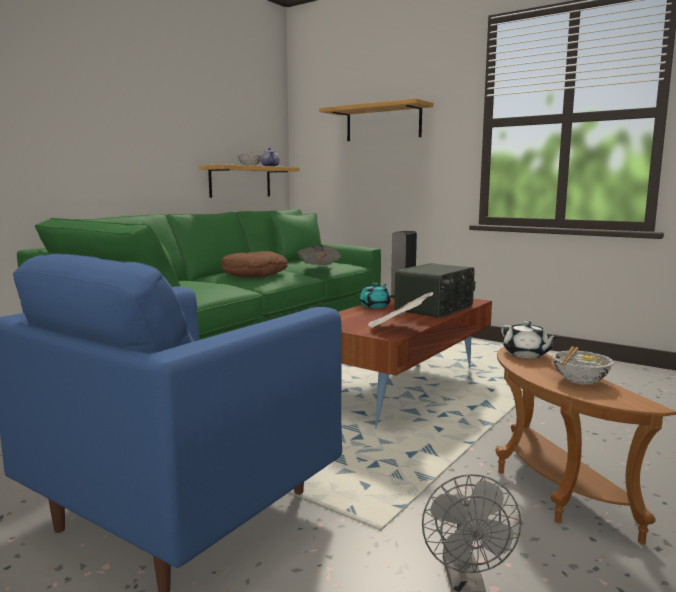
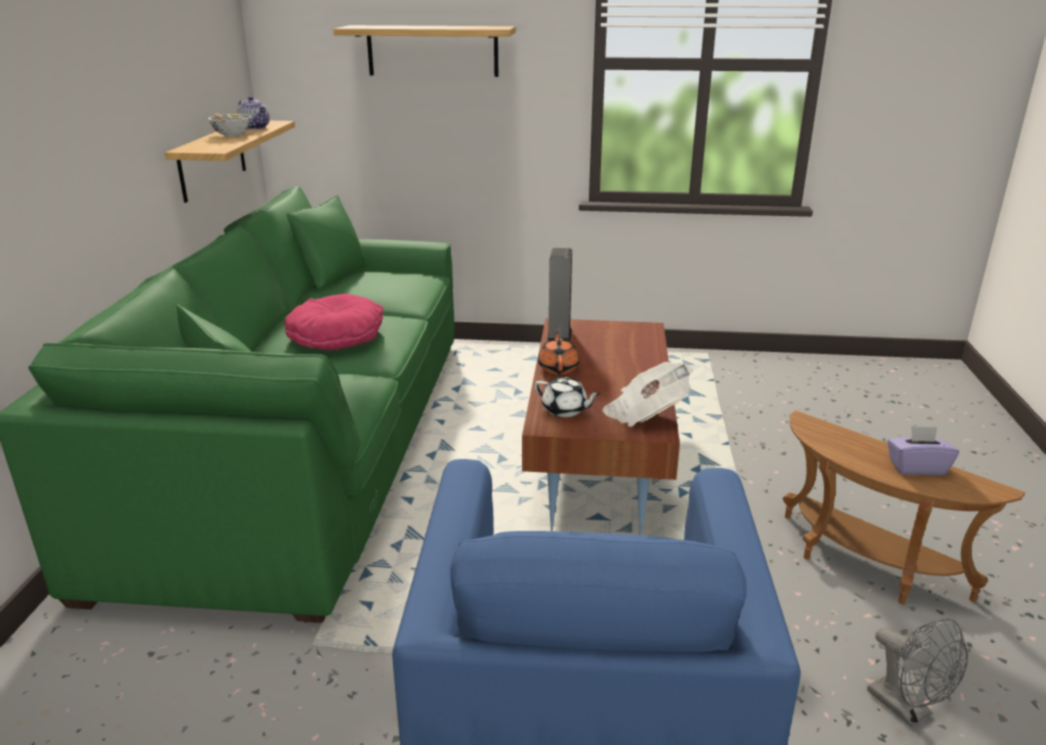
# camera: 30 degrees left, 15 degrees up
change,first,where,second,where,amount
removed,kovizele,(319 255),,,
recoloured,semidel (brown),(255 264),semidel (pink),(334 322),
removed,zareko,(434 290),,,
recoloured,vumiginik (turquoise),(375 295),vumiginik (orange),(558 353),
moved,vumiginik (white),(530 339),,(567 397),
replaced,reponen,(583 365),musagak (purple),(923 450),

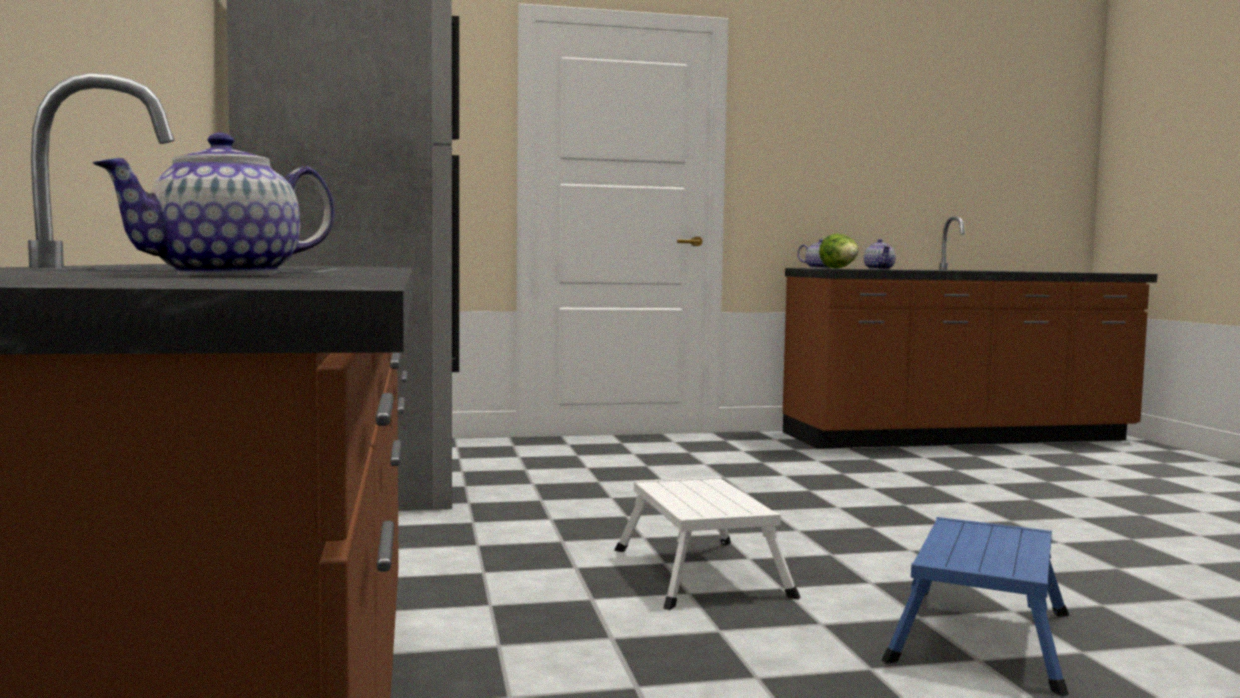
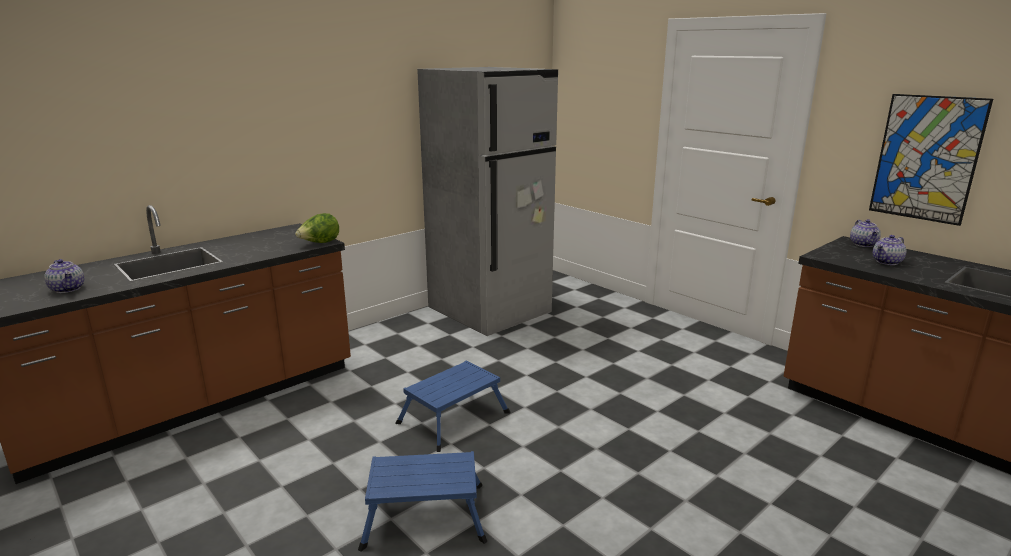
# camera: 60 degrees right, 15 degrees up
change,first,where,second,where,amount
turned,vumiginik,(213 204),,(64 276),150 degrees counterclockwise
moved,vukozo,(839 251),,(317 228),
recoloured,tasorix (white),(707 543),tasorix (blue),(452 406),
added,,,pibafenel,(931 160),

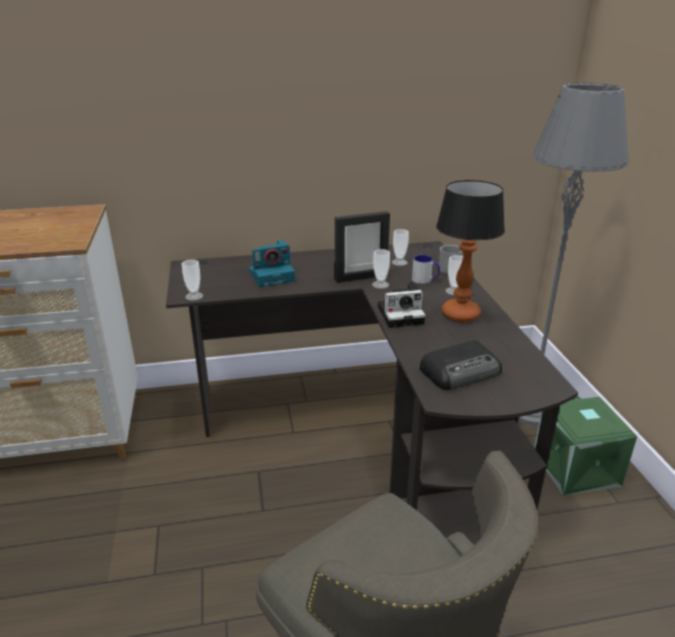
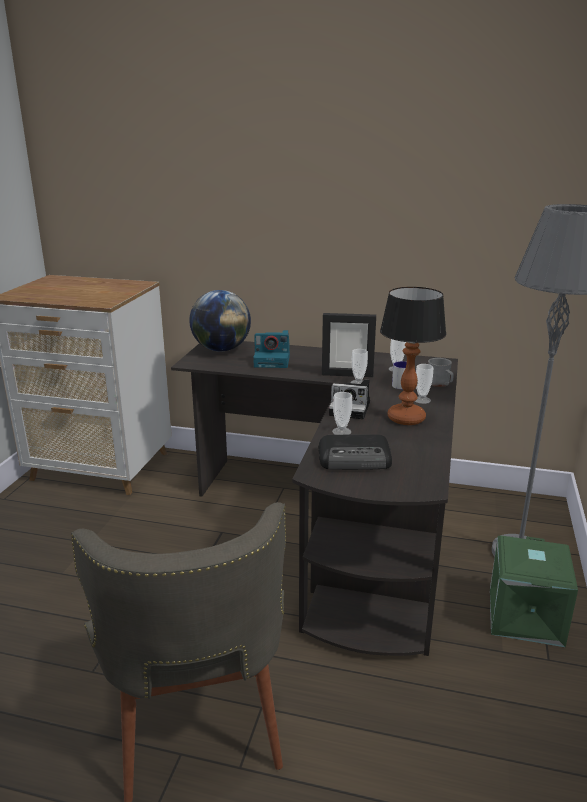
# camera: 25 degrees right, 5 degrees down
change,first,where,second,where,amount
moved,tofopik,(192 280),,(342 413),
added,,,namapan,(220 320),

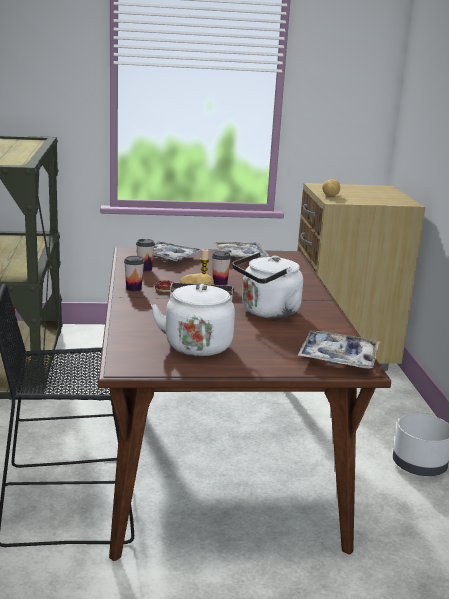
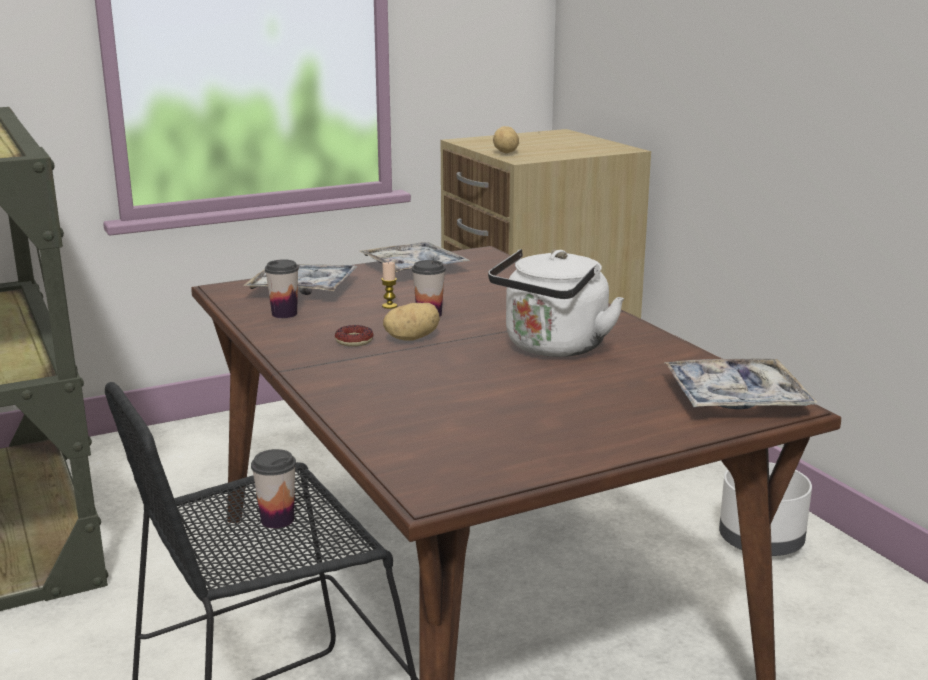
# camera: 20 degrees left, 0 degrees up
change,first,where,second,where,amount
moved,tofopik,(134 273),,(273 488),
removed,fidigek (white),(193 319),,,

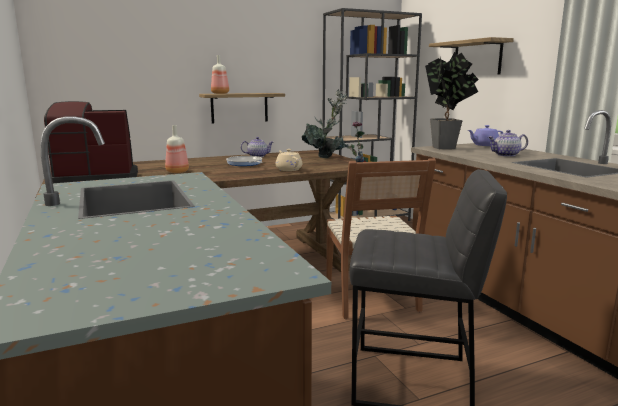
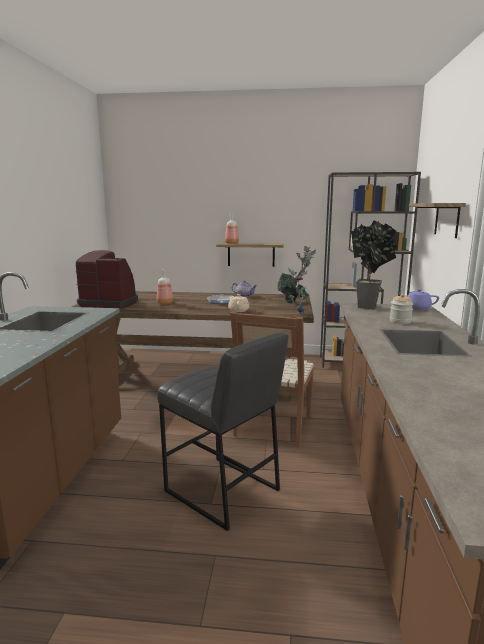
# camera: 30 degrees right, 0 degrees up
change,first,where,second,where,amount
replaced,vumiginik,(508 143),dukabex,(401 308),

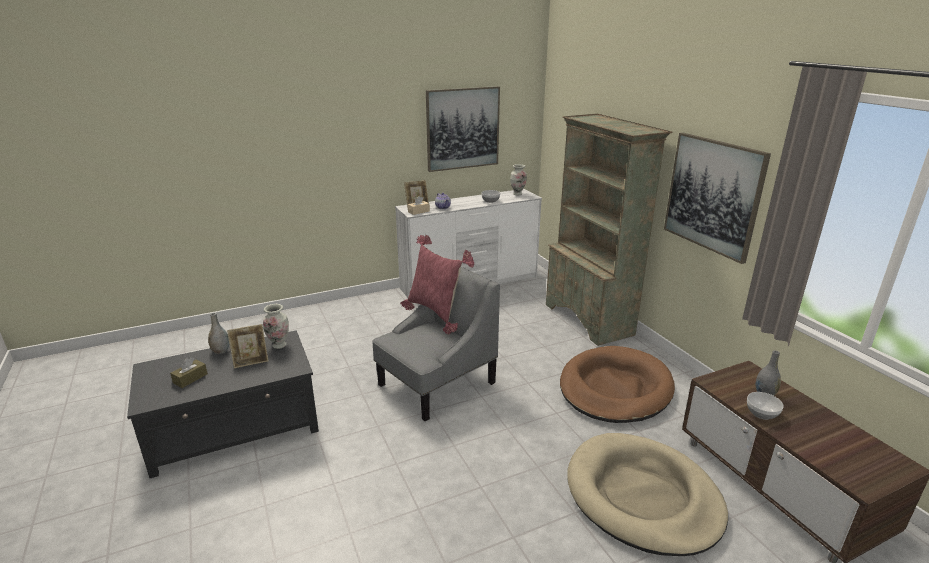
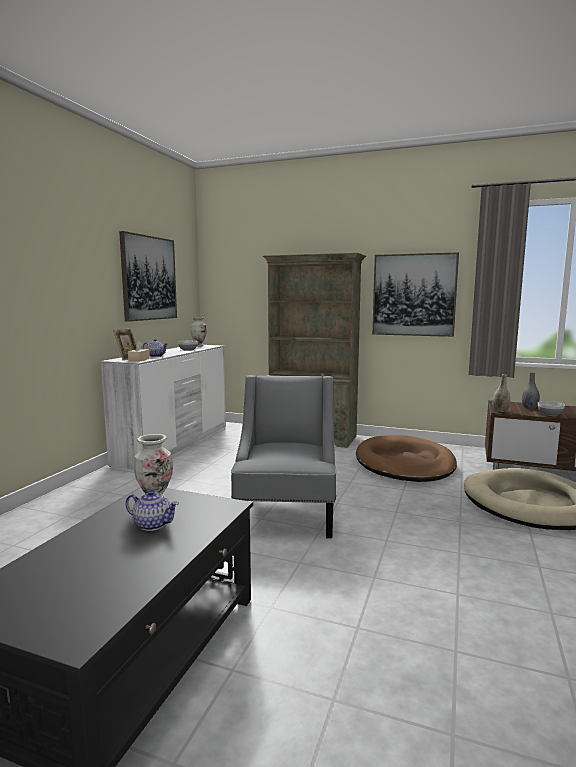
# camera: 45 degrees left, 15 degrees down
change,first,where,second,where,amount
removed,semidel (red),(437 284),,,
moved,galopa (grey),(218 333),,(501 393),
replaced,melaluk,(247 346),vumiginik,(152 510),
removed,musagak (brown),(189 372),,,

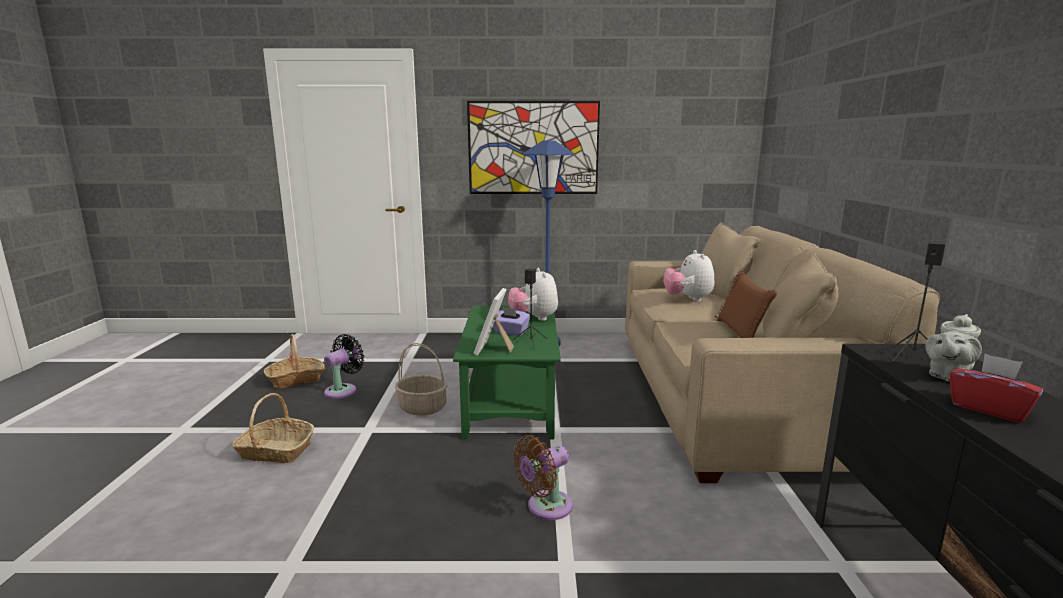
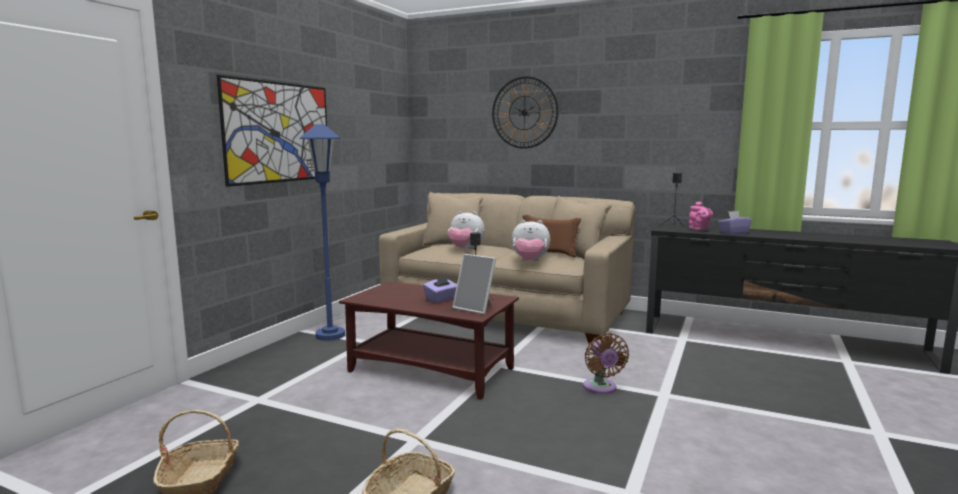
# camera: 65 degrees left, 5 degrees down
change,first,where,second,where,amount
moved,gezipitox,(533 294),,(531 240),
recoloured,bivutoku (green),(507 373),bivutoku (brown),(429 340),
recoloured,vumiginik (grey),(953 348),vumiginik (pink),(701 216),
removed,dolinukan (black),(344 366),,,
removed,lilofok,(421 379),,,
recoloured,musagak (red),(996 388),musagak (purple),(735 222),
added,,,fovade,(525 112),

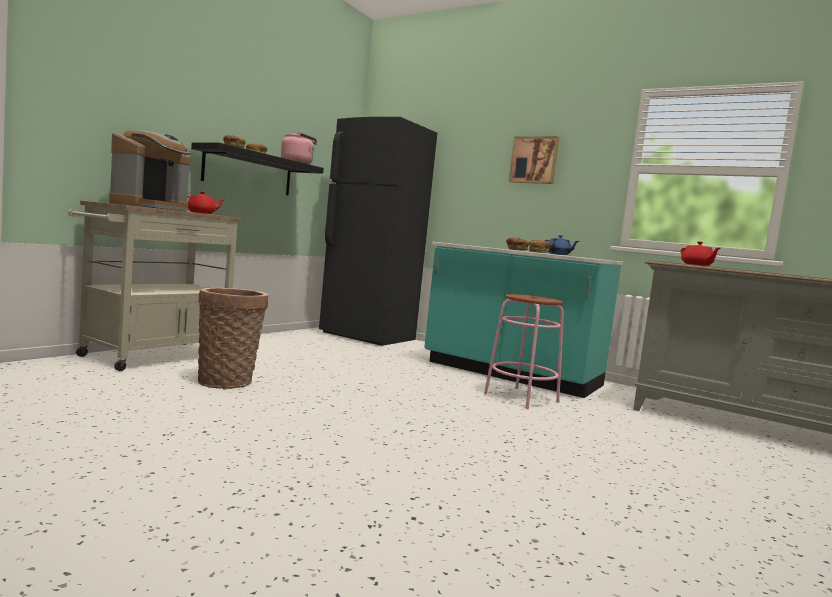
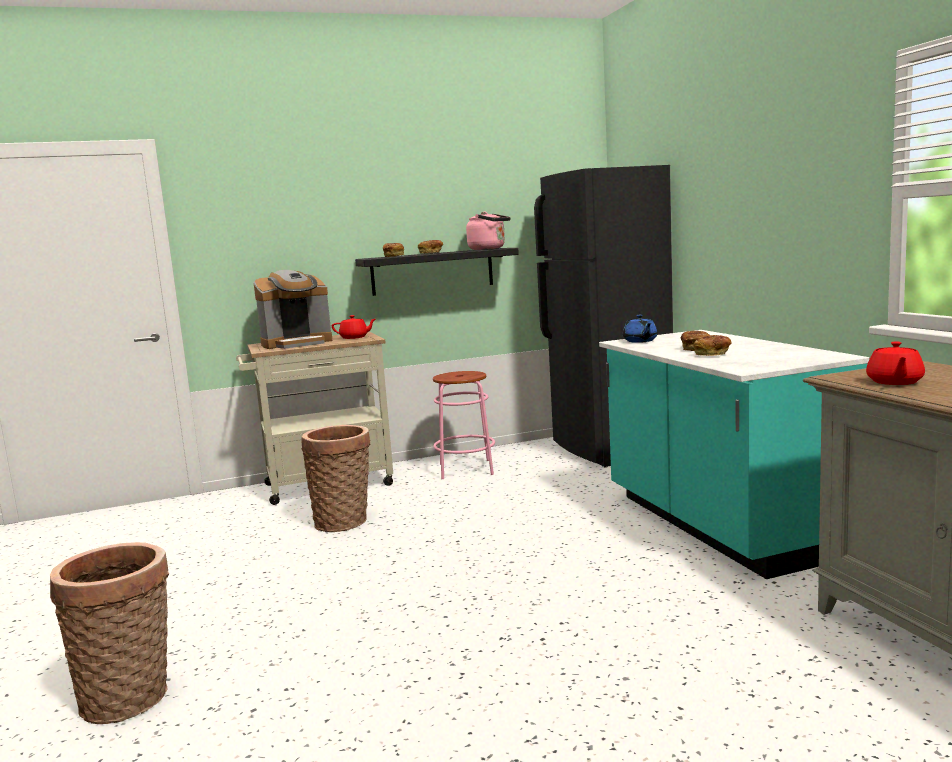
# camera: 40 degrees right, 5 degrees up
change,first,where,second,where,amount
removed,pibafenel,(534 160),,,
moved,vumiginik (blue),(561 245),,(640 329),
moved,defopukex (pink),(524 351),,(464 425),
added,,,lilofok,(109 633),

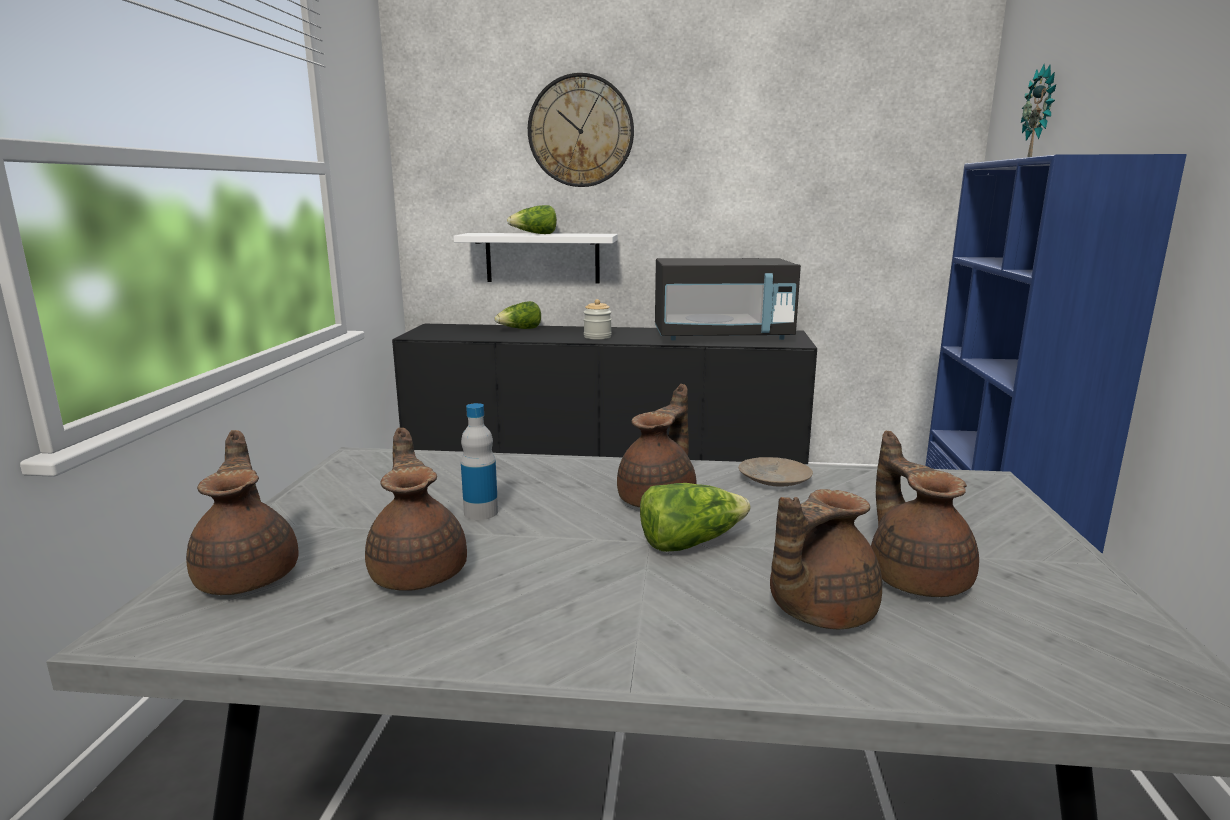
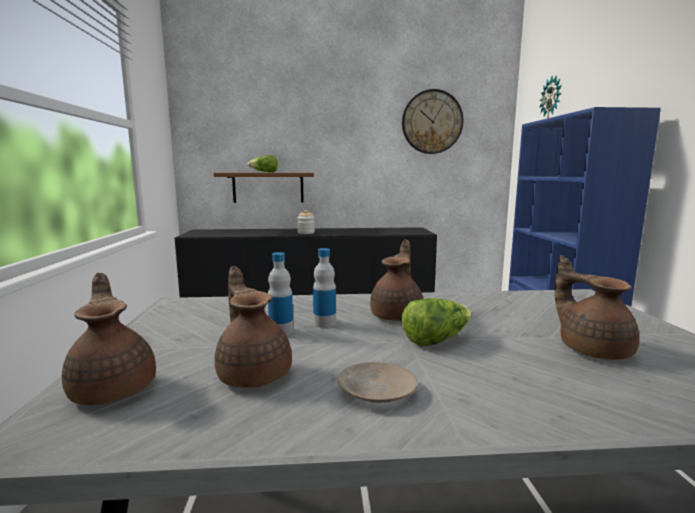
# camera: 10 degrees left, 5 degrees down
change,first,where,second,where,amount
moved,fovade,(581 130),,(433 121),
recoloured,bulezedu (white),(535 258),bulezedu (brown),(264 188),
removed,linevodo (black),(728 299),,,
removed,vukozo,(518 315),,,
moved,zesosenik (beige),(776 472),,(377 382),
removed,vumiginik (brown),(826 559),,,
added,,,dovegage,(324 288),

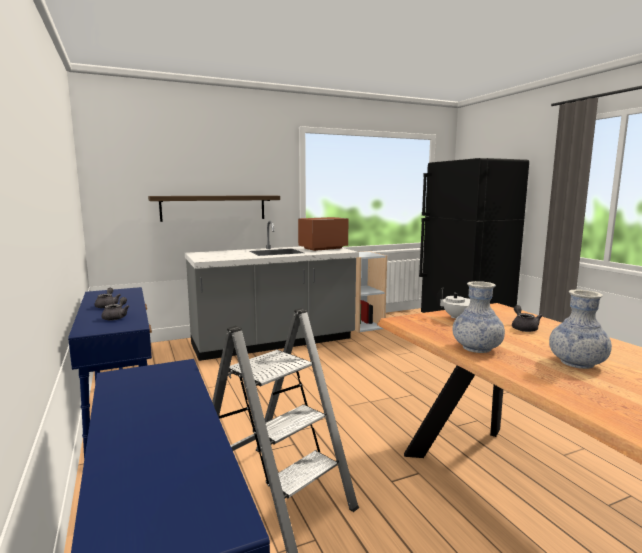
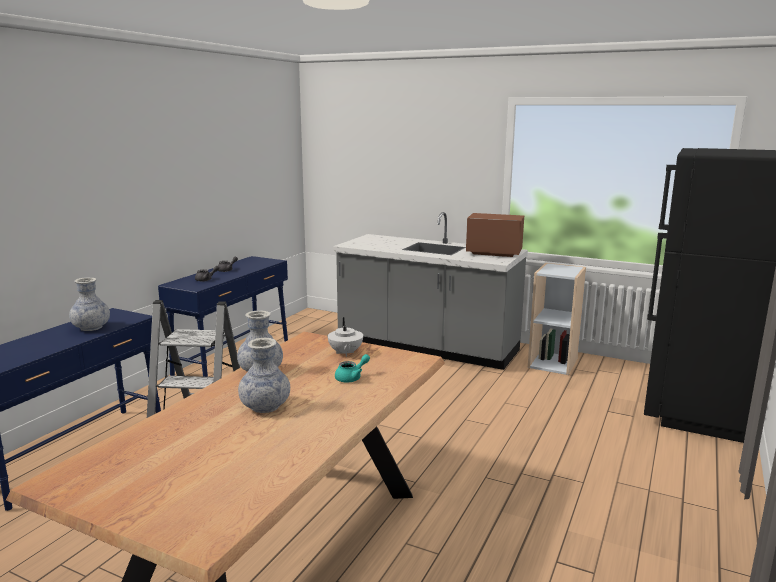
# camera: 50 degrees right, 5 degrees up
change,first,where,second,where,amount
removed,bulezedu,(214 208),,,
recoloured,vumiginik (grey),(527 318),vumiginik (turquoise),(352 368),
added,,,galopa,(89 304),

